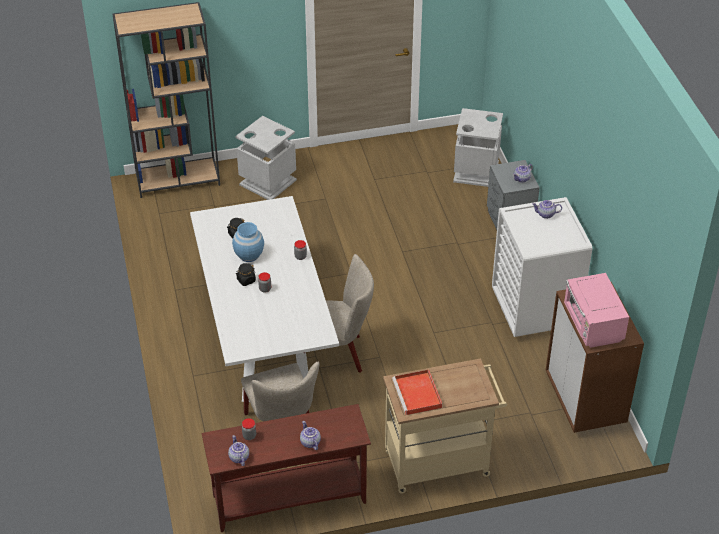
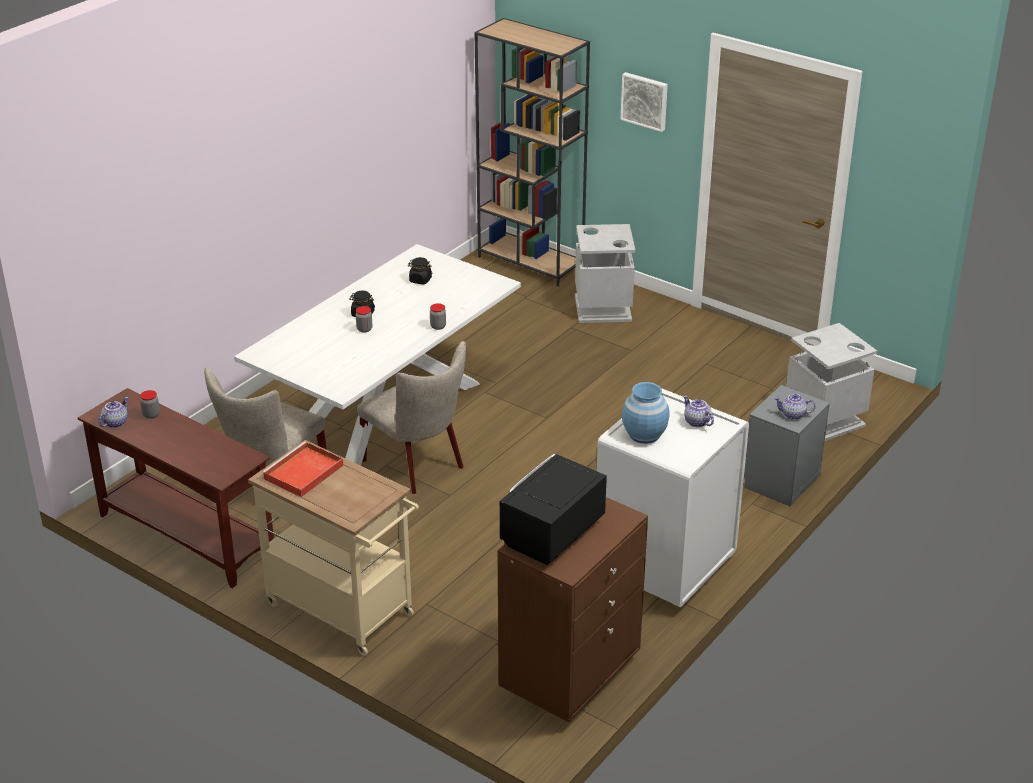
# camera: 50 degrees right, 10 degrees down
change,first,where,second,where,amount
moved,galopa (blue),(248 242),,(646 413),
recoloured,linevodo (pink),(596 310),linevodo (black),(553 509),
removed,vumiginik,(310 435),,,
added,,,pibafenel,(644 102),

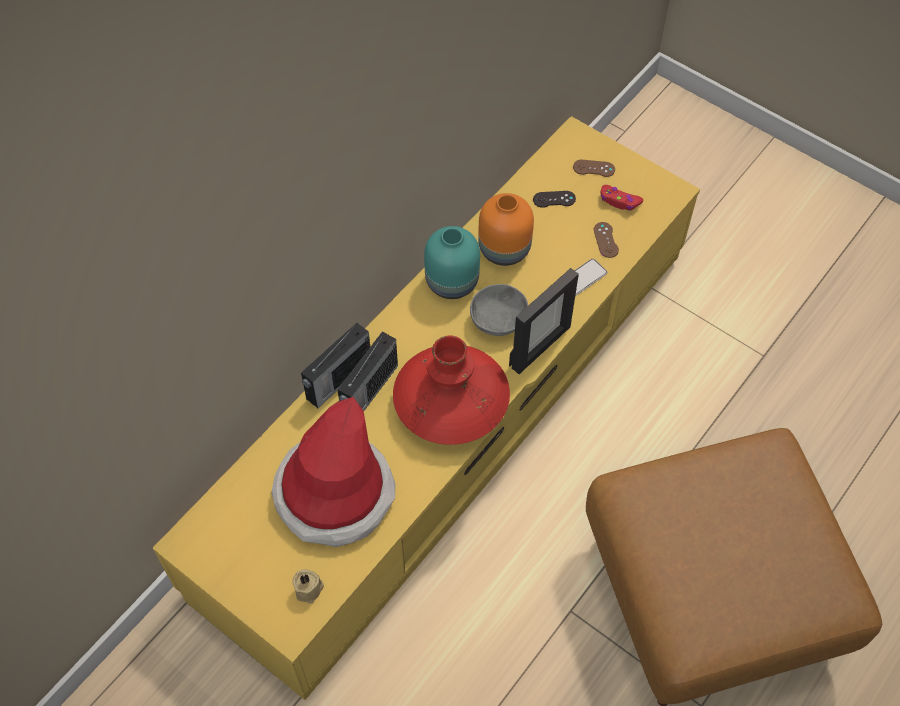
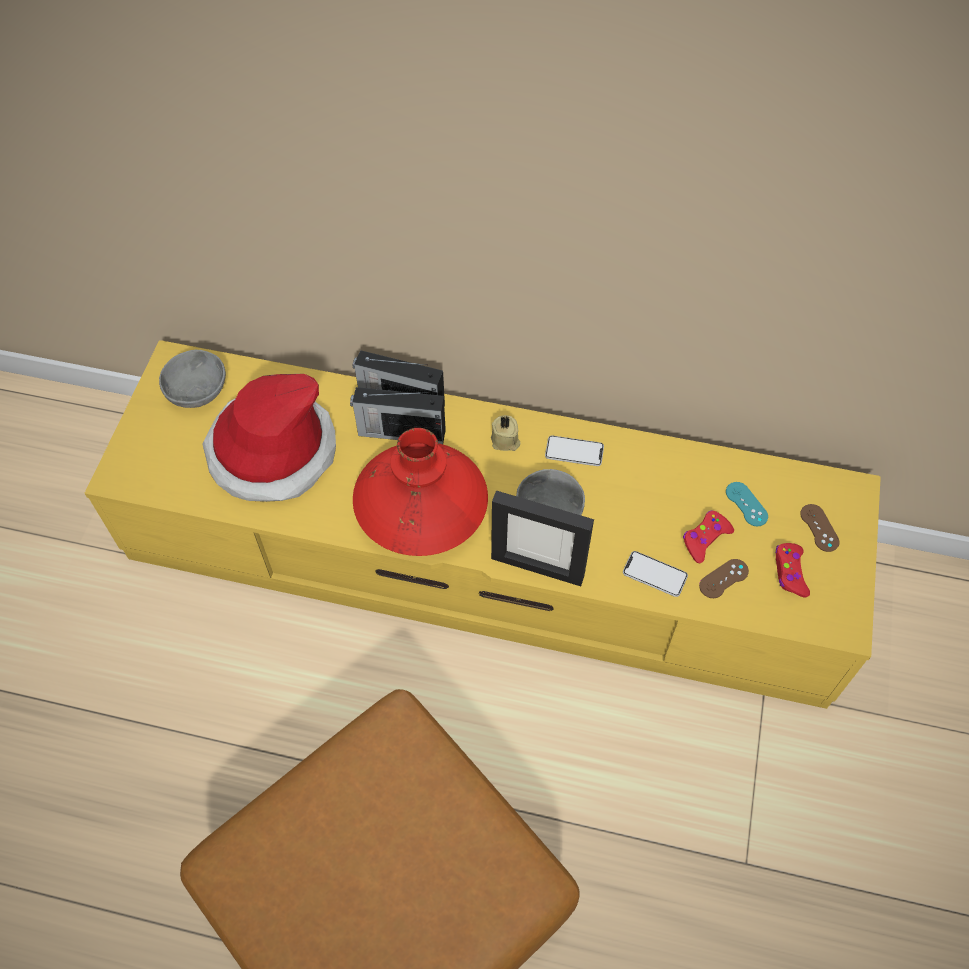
# camera: 65 degrees right, 0 degrees up
change,first,where,second,where,amount
recoloured,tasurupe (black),(554 199),tasurupe (turquoise),(747 504),
removed,galopa (orange),(506 229),,,
replaced,galopa (turquoise),(452 262),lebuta,(574 450),
moved,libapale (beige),(308 586),,(505 433),
added,,,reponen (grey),(192 378),
added,,,tasurupe (red),(708 536),

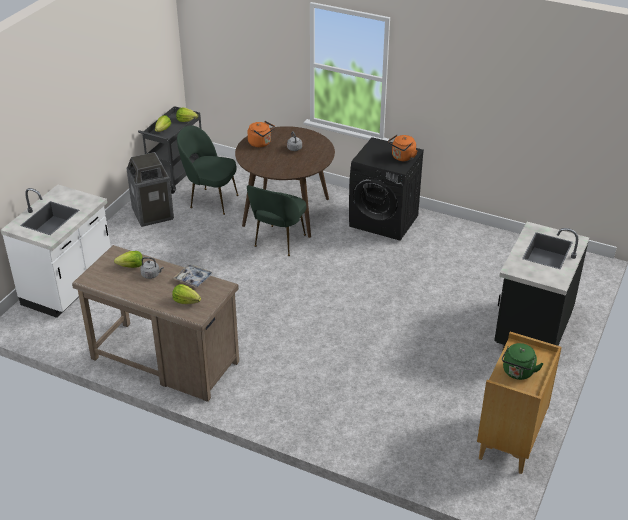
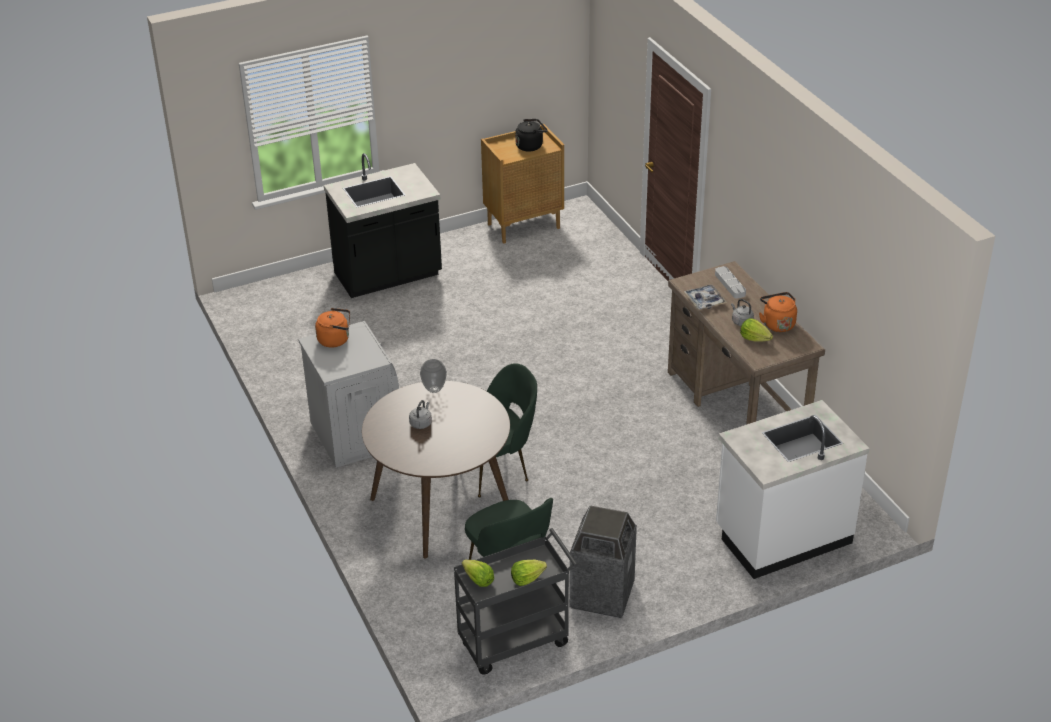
# camera: 140 degrees left, 0 degrees up
change,first,where,second,where,amount
moved,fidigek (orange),(261 134),,(778 312),
recoloured,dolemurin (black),(386 189),dolemurin (white),(348 394),
replaced,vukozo,(186 294),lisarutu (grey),(730 282),
recoloured,fidigek (green),(523 361),fidigek (black),(531 135),
added,,,galopa,(433 376),

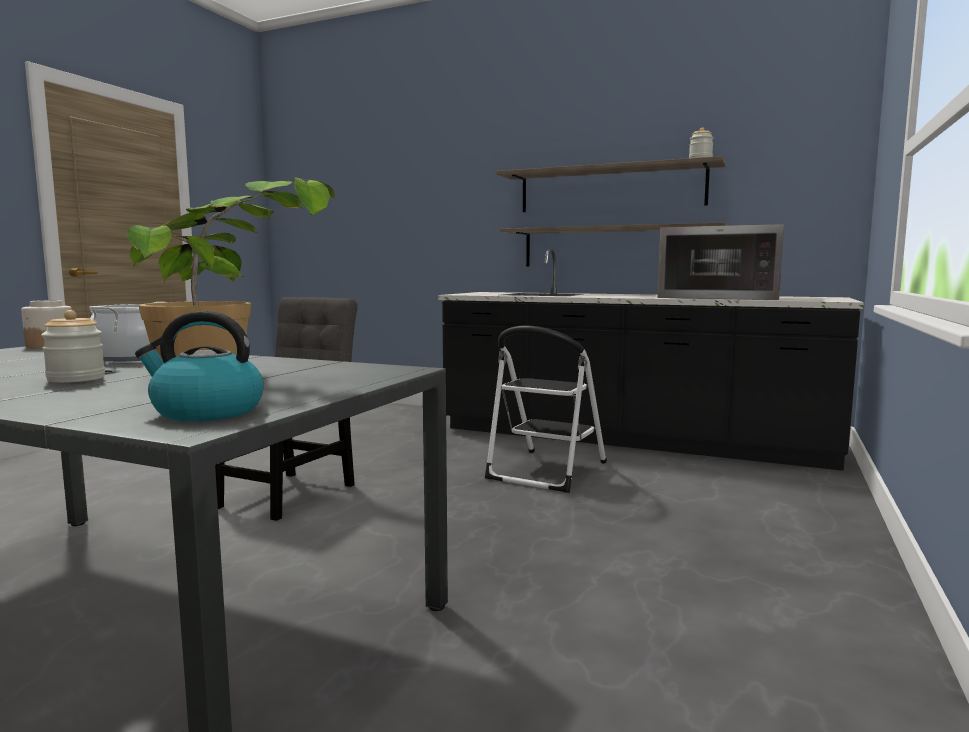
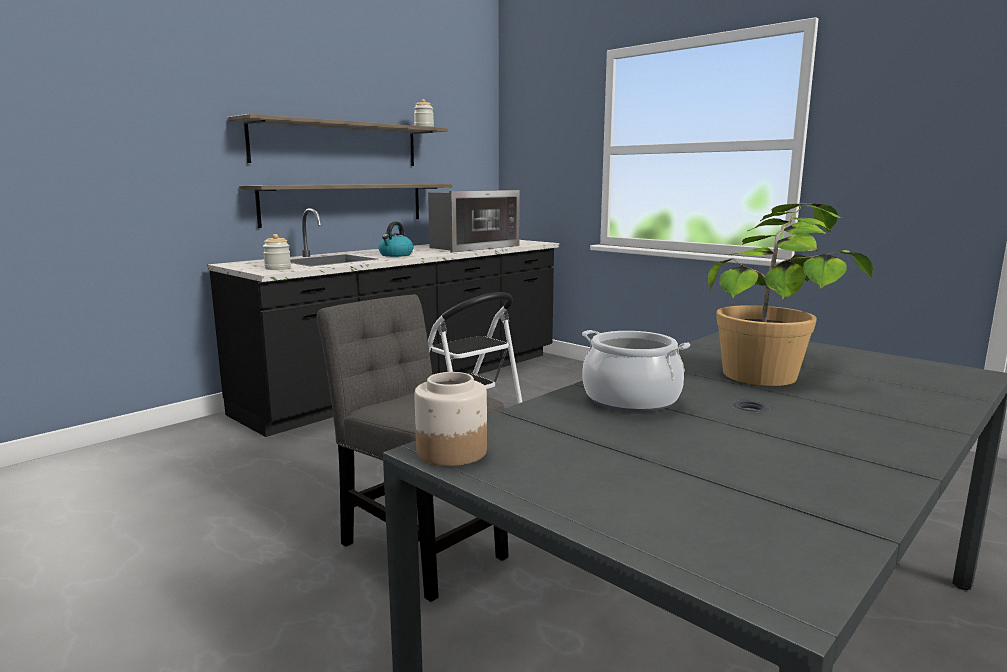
# camera: 70 degrees left, 5 degrees up
change,first,where,second,where,amount
moved,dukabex,(73 346),,(277 252),
moved,fidigek,(199 366),,(396 239),

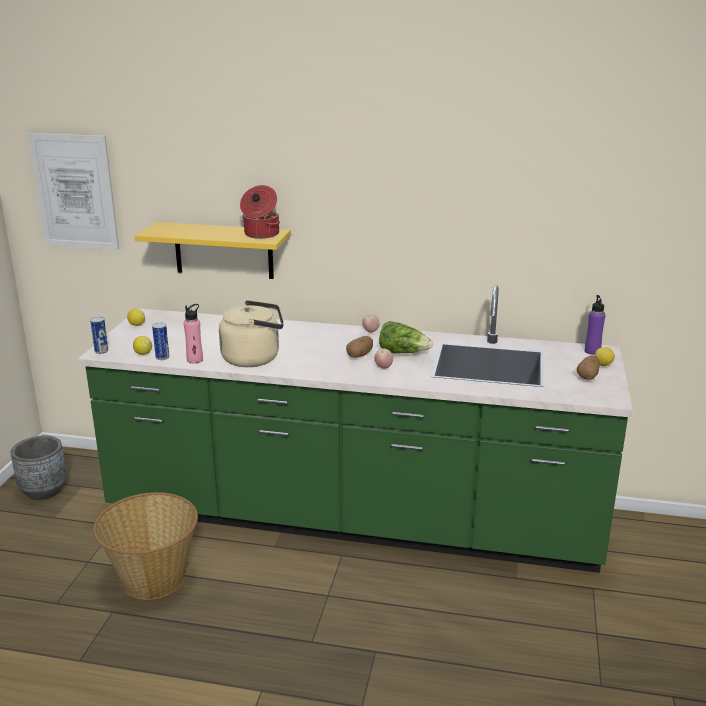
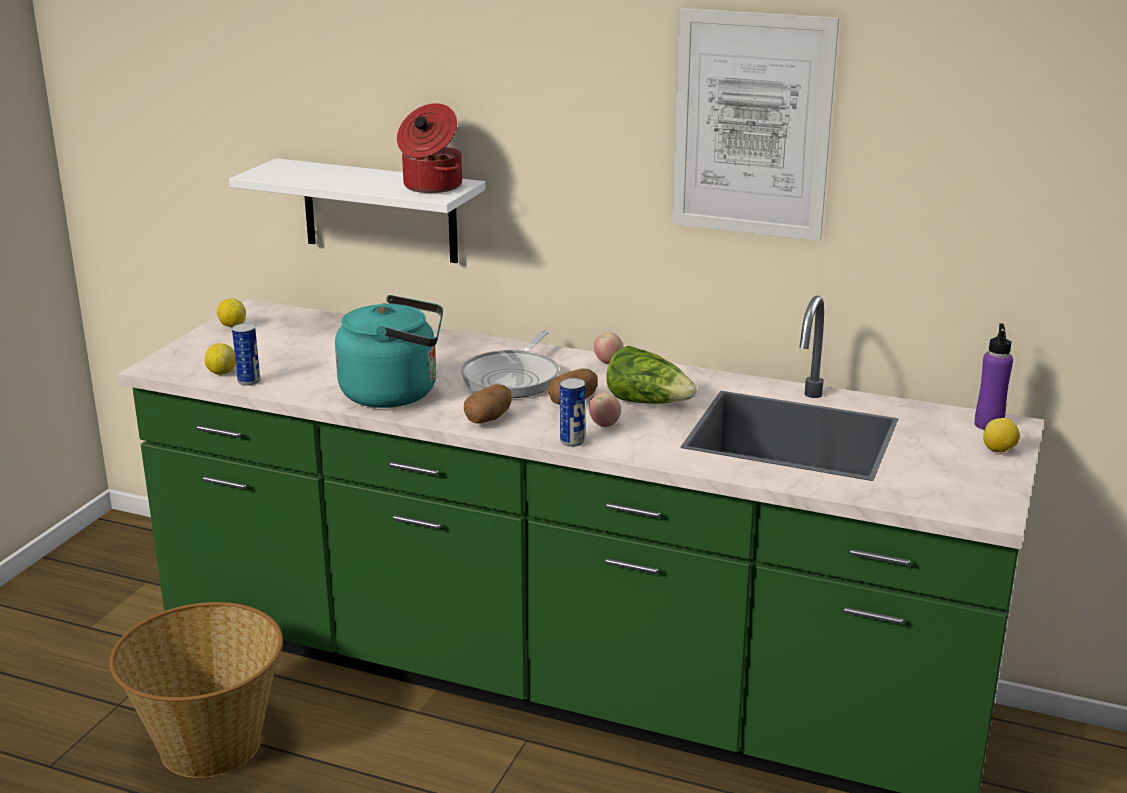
# camera: 10 degrees right, 0 degrees up
change,first,where,second,where,amount
moved,pibafenel,(73 191),,(755 124),
recoloured,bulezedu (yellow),(213 250),bulezedu (white),(357 210),
recoloured,fidigek (beige),(251 333),fidigek (turquoise),(389 351),
removed,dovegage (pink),(193 334),,,
moved,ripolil,(99 335),,(572 412),
moved,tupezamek,(588 367),,(487 404),
removed,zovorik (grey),(39 467),,,
added,,,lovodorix,(510 364),

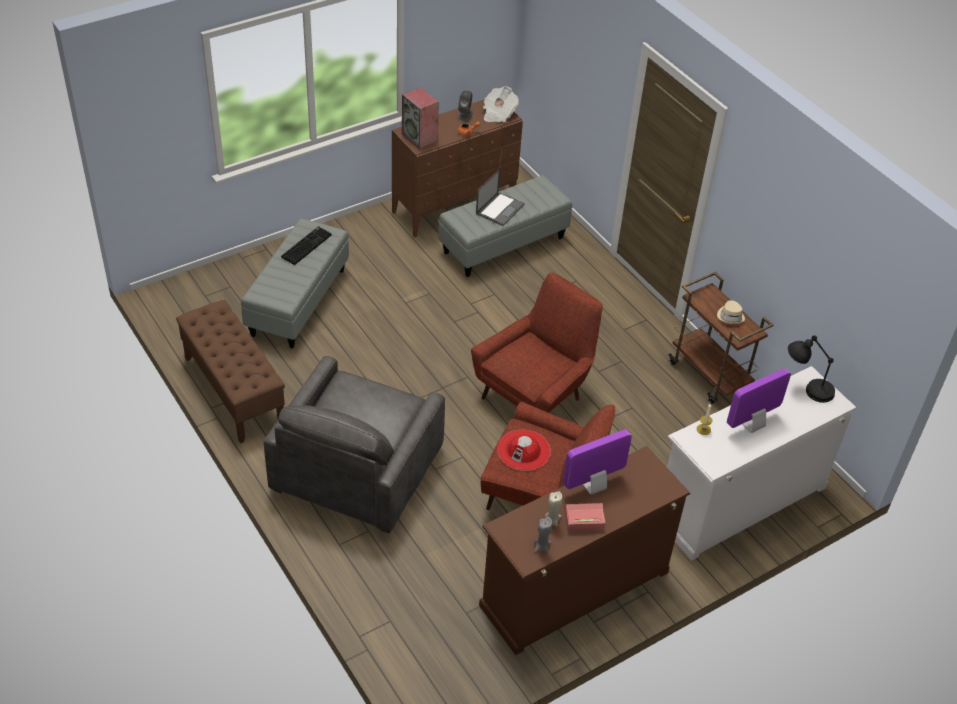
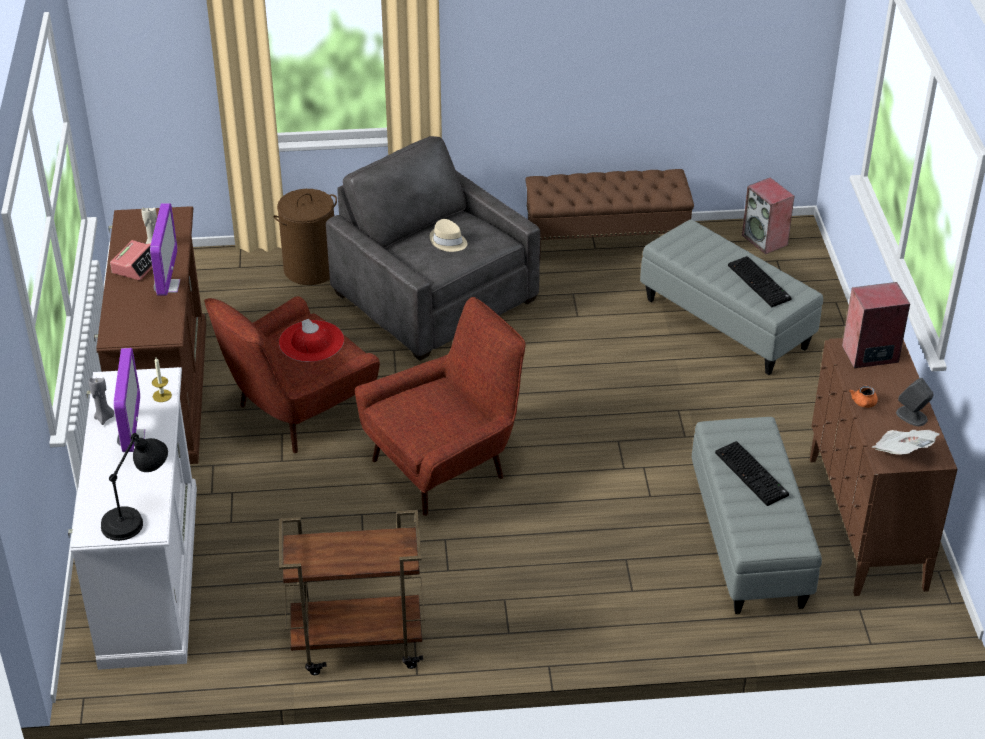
# camera: 120 degrees right, 5 degrees down
change,first,where,second,where,amount
replaced,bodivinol,(500 197),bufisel,(752 473),
turned,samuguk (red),(537 342),,(440 406),105 degrees counterclockwise
moved,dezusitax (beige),(731 312),,(448 235),
moved,libapale (grey),(543 535),,(101 401),
added,,,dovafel,(768 216),
added,,,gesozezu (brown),(305 237),

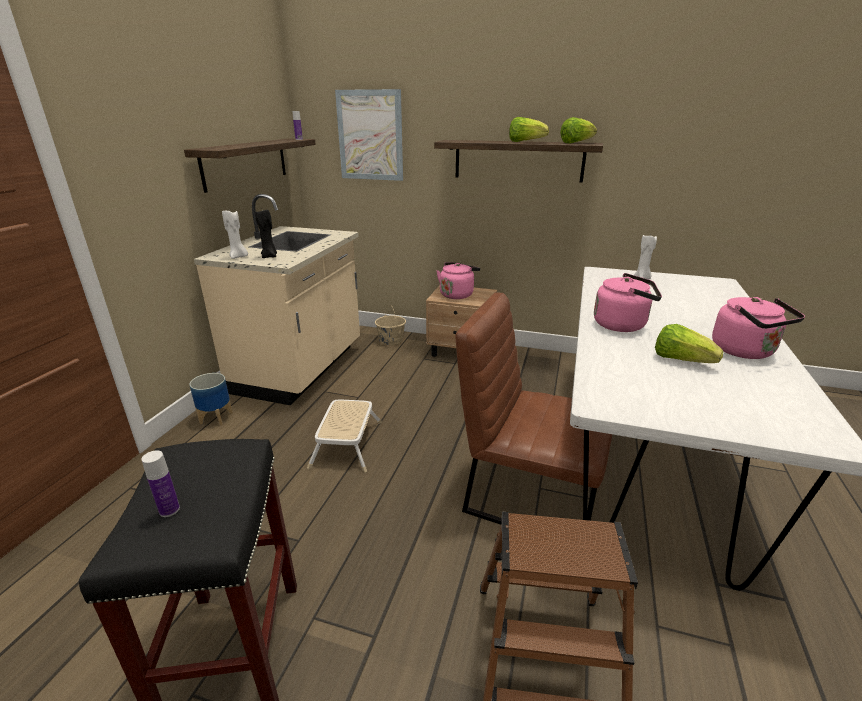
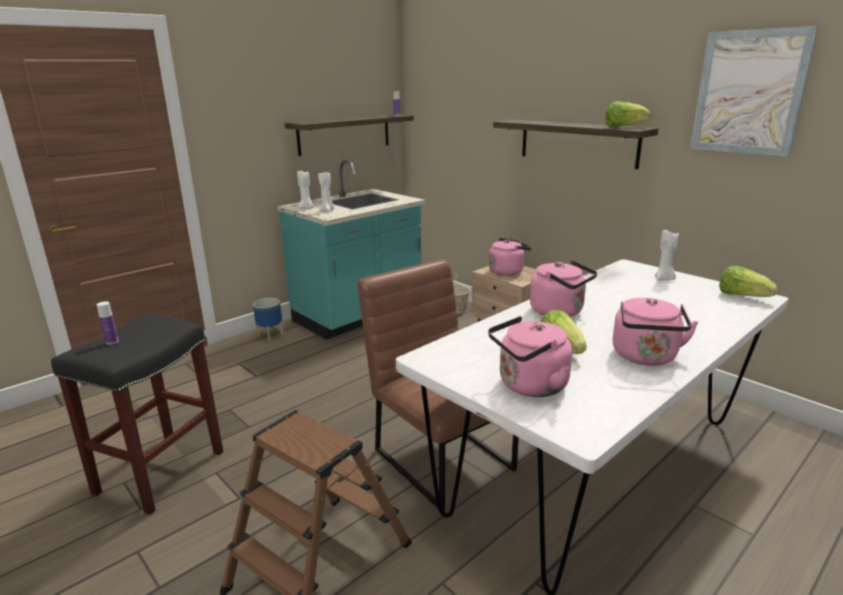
# camera: 30 degrees right, 5 degrees down
change,first,where,second,where,amount
moved,pibafenel,(369 135),,(754 91),
moved,vukozo,(529 129),,(748 281),
recoloured,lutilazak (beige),(277 299),lutilazak (turquoise),(351 249),
recoloured,libapale (black),(266 234),libapale (white),(326 191),
removed,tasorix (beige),(344 436),,,
added,,,fidigek (pink),(530 356),

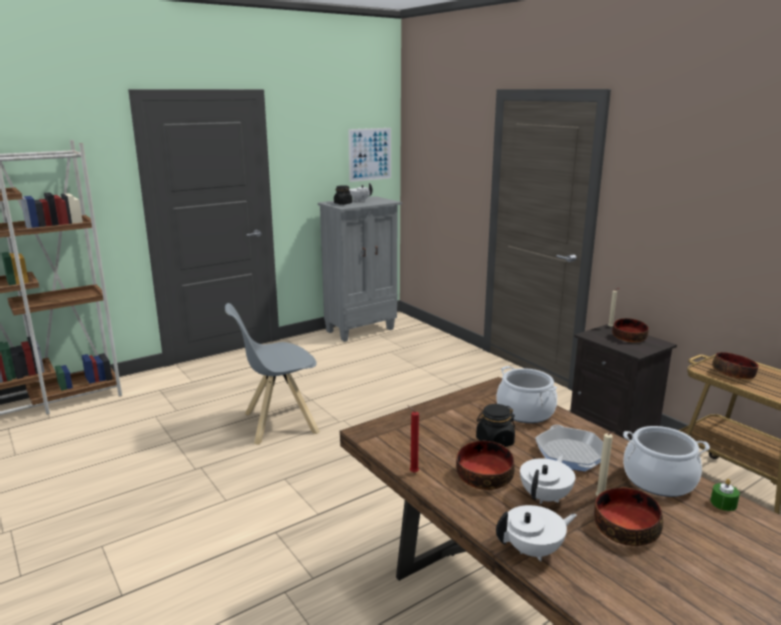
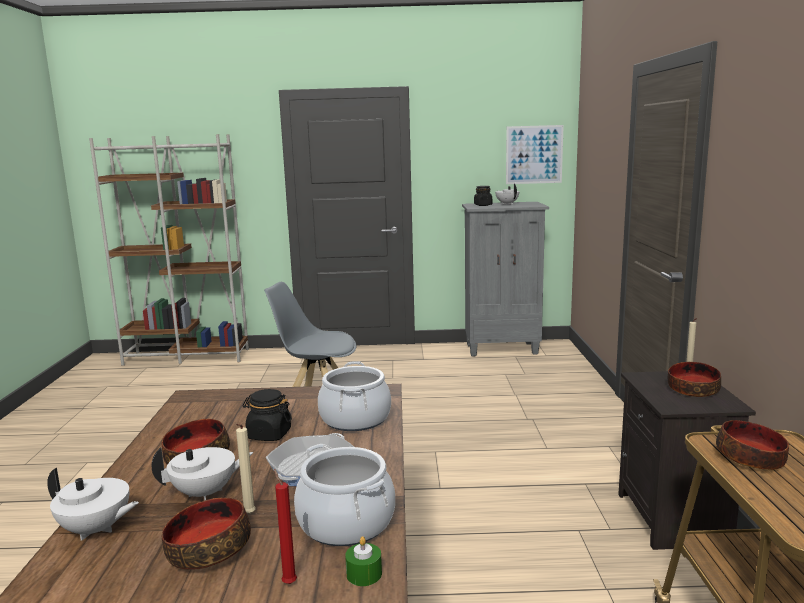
# camera: 35 degrees right, 5 degrees down
change,first,where,second,where,amount
moved,libapale (red),(413 439),,(285 526),

